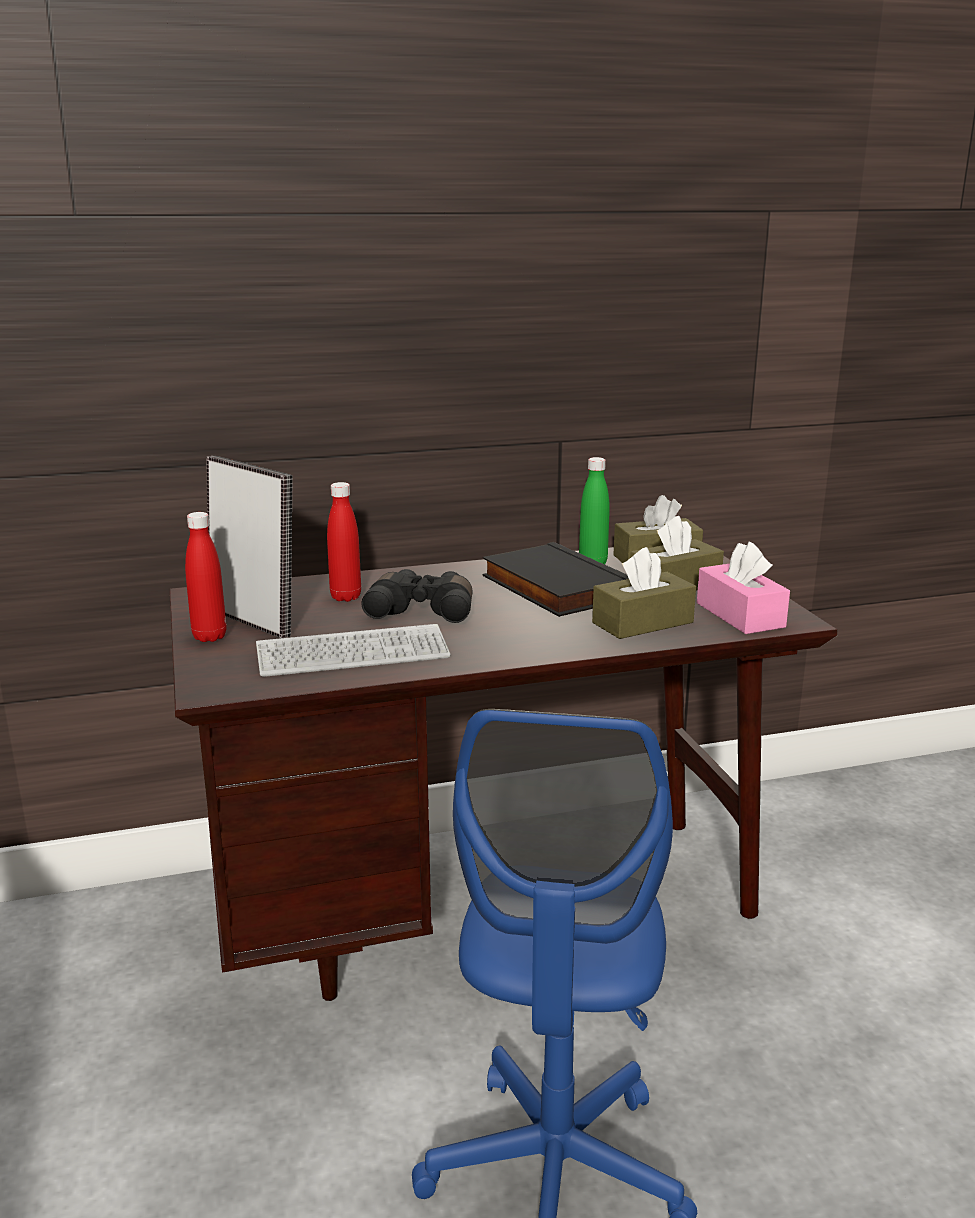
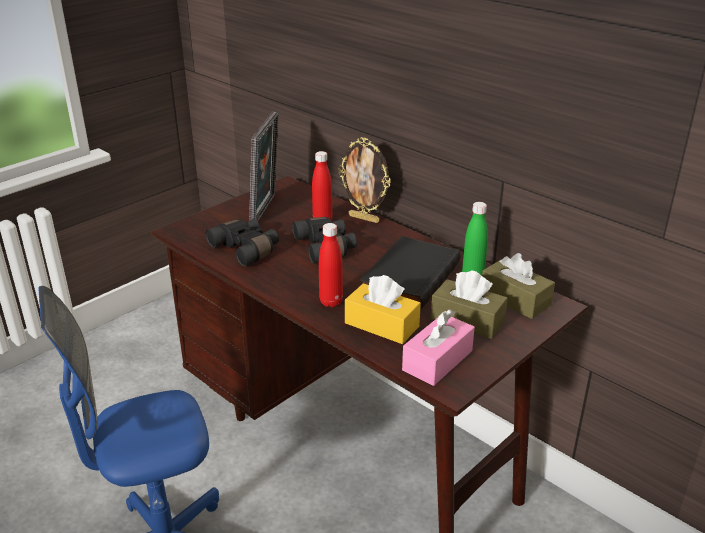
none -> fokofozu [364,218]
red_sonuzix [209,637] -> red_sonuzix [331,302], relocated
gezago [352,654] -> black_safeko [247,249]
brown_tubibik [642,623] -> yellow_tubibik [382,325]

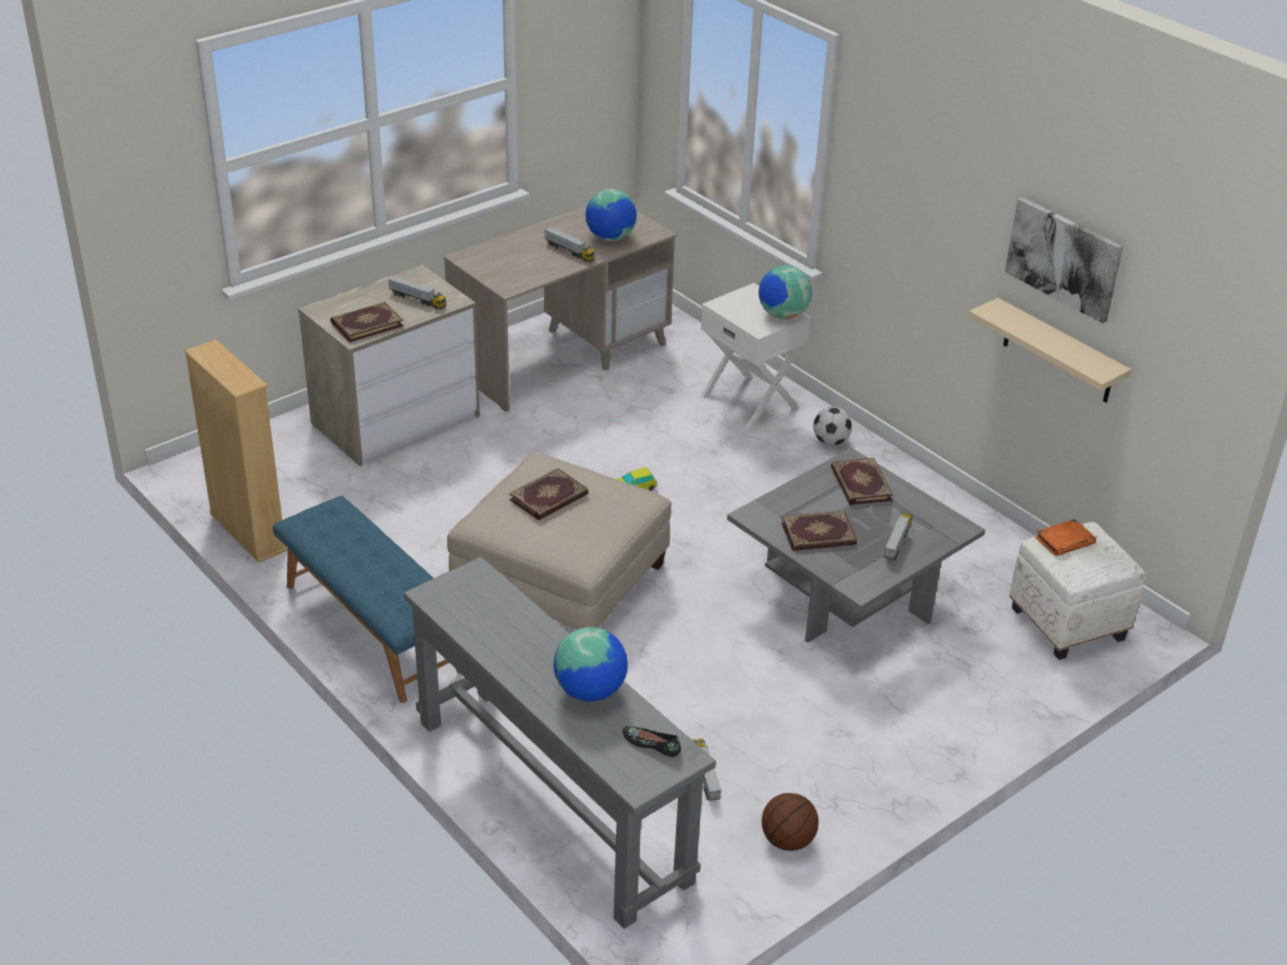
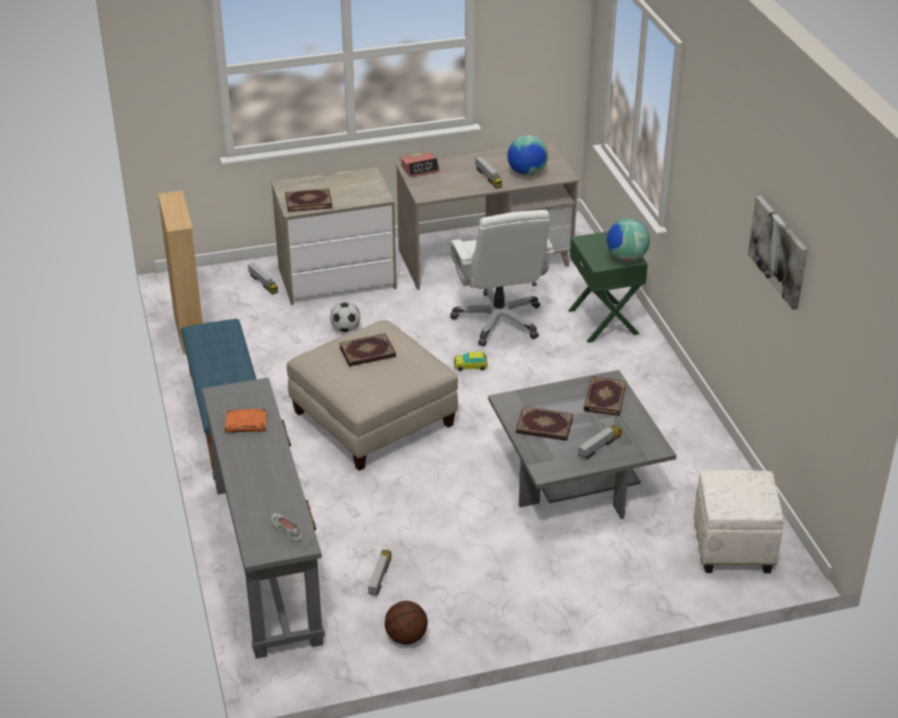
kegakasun [591,691] -> none
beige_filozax [1058,352] -> none
none -> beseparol [420,169]
none -> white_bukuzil [499,321]
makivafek [417,300] -> makivafek [263,283], relocated
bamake [830,441] -> bamake [345,329], relocated
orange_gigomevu [1065,541] -> orange_gigomevu [247,423], relocated
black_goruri [651,744] -> white_goruri [287,529]
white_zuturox [750,400] -> green_zuturox [604,321]

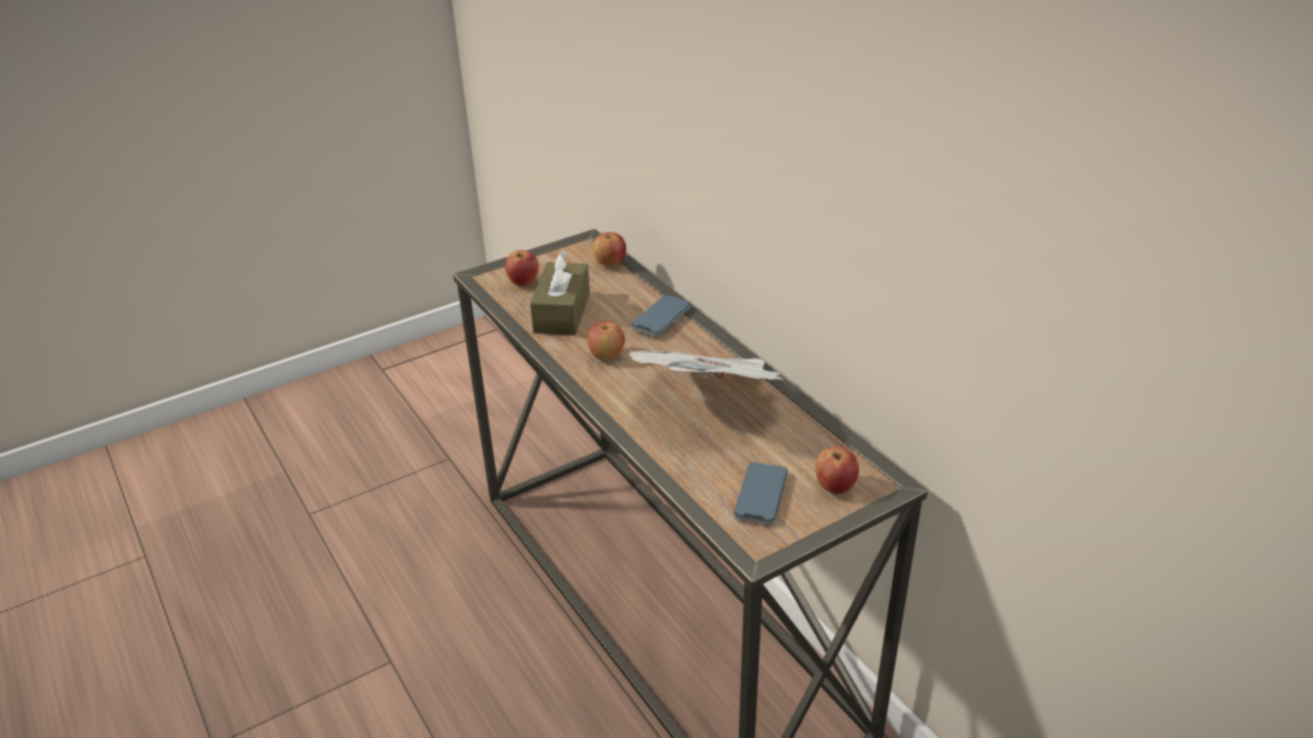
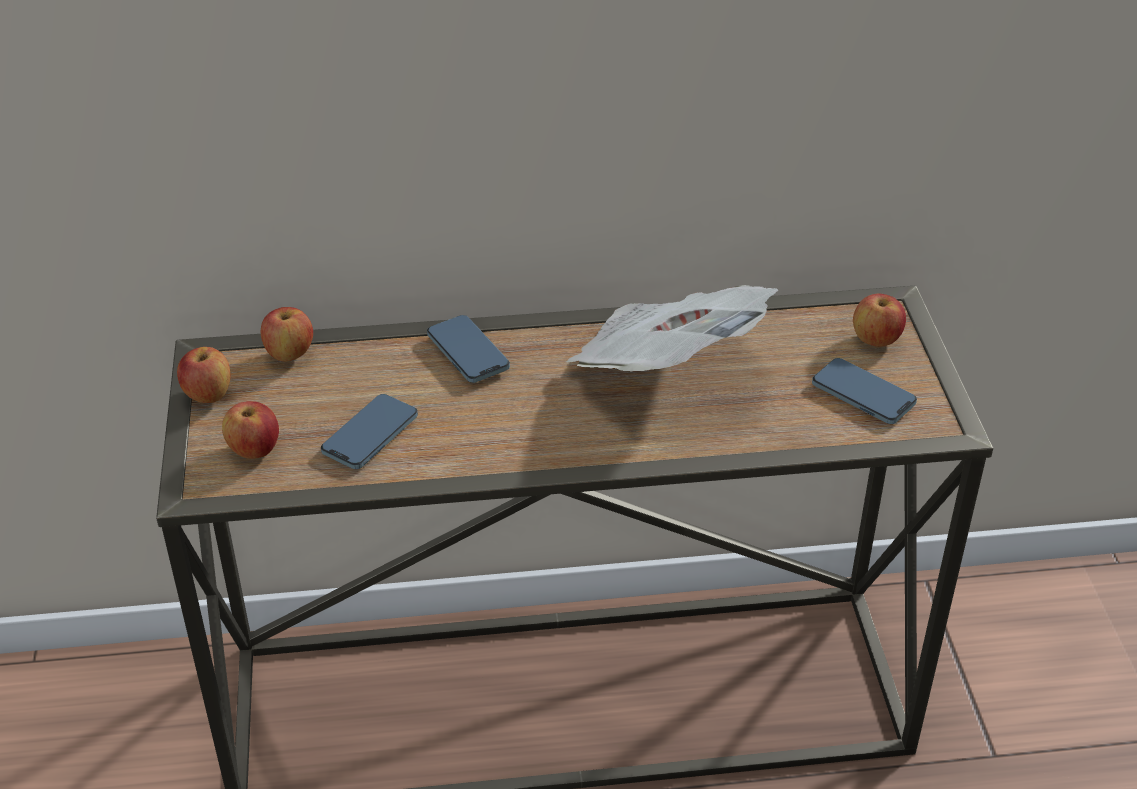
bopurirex [606,355] -> bopurirex [208,395], relocated
brown_tubibik [562,312] -> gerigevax [370,435]

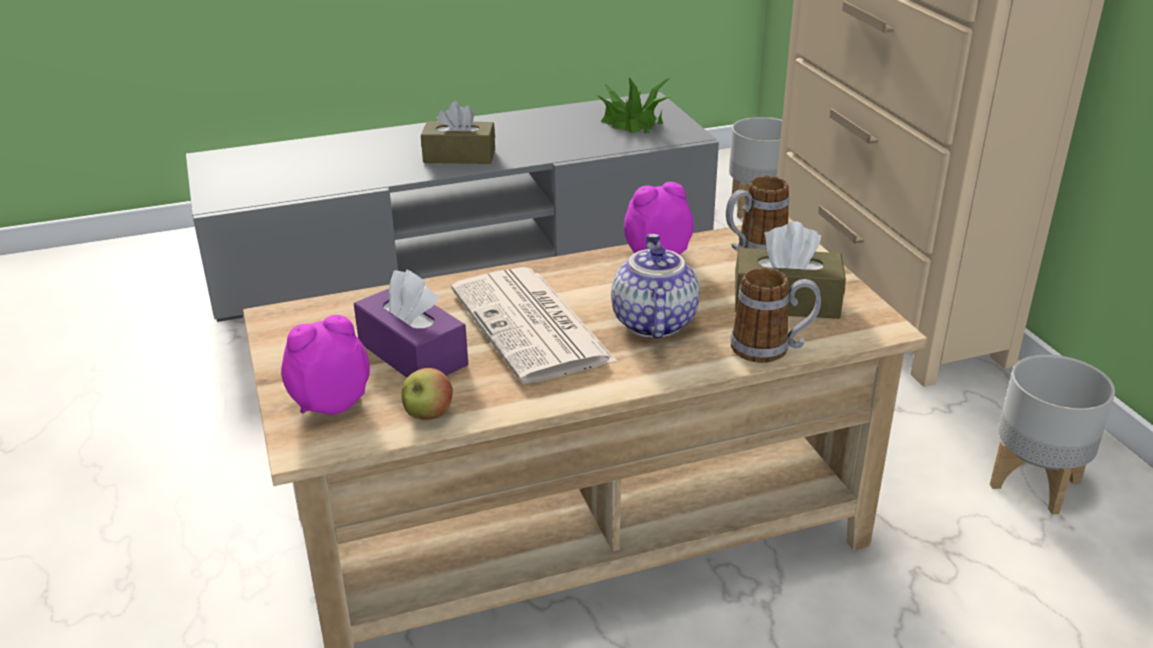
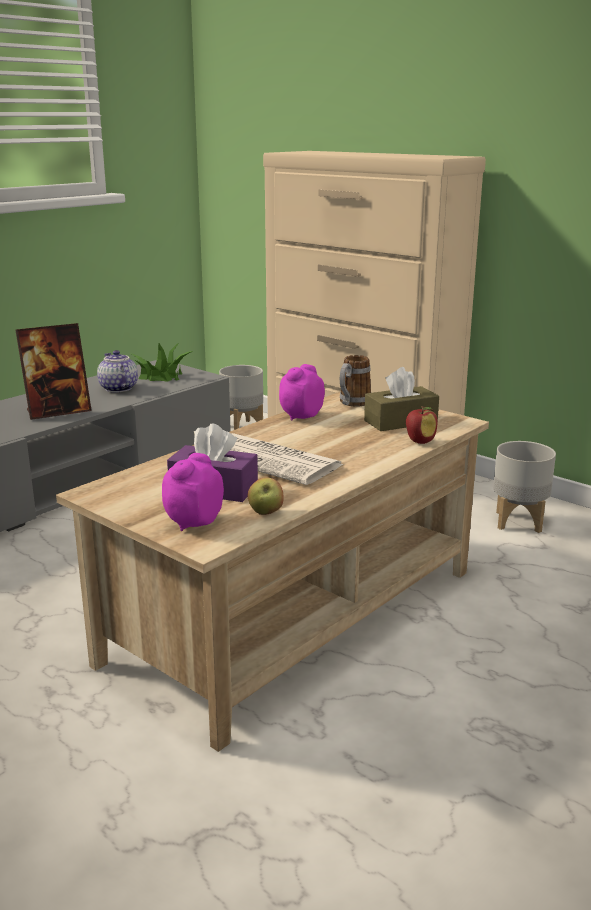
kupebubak [651,322] -> kupebubak [117,388], relocated
brown_tubibik [459,156] -> fokofozu [58,412]
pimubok [771,349] -> bopurirex [420,441]

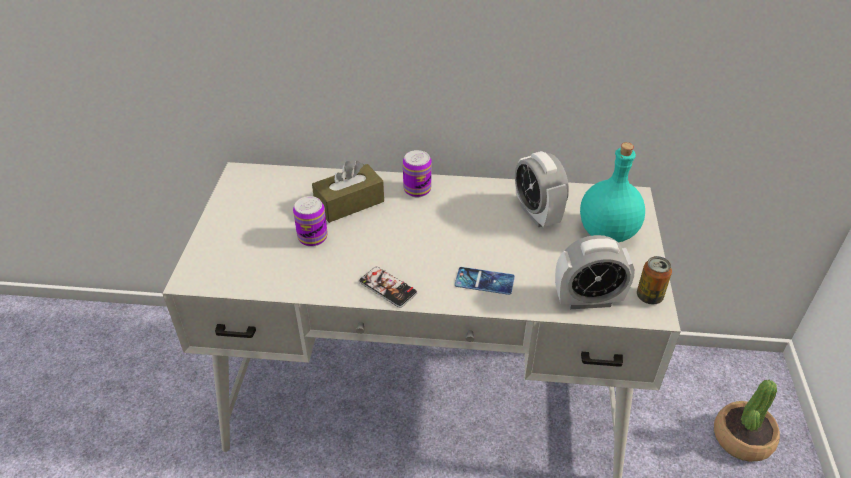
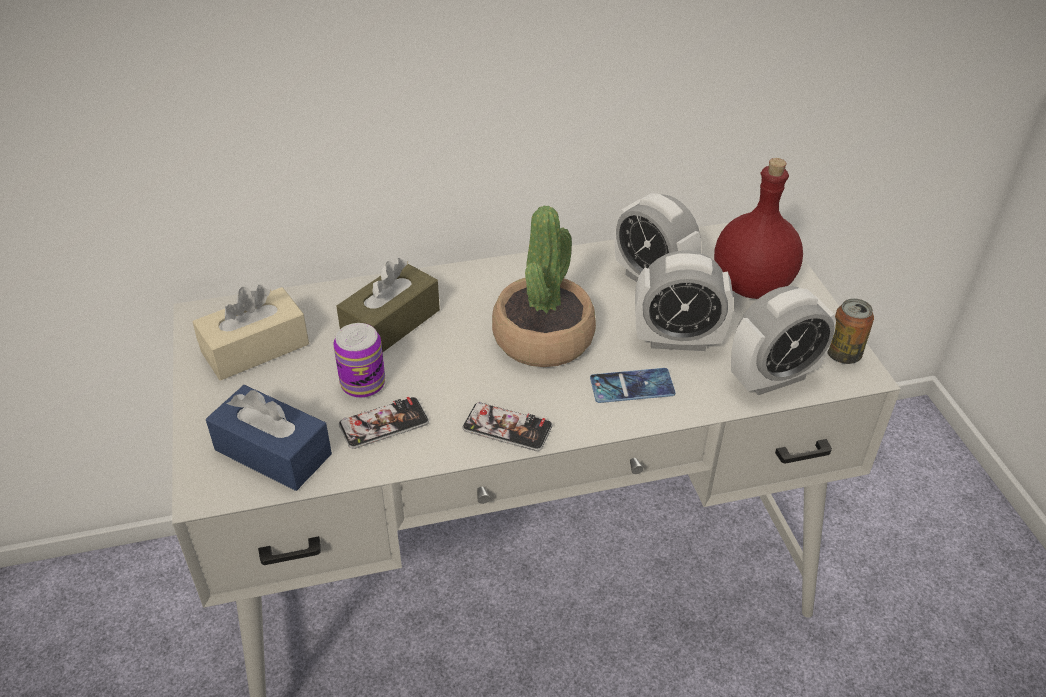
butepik [417,189] -> none
none -> beige_tubibik [255,348]
none -> blue_tubibik [273,452]
none -> gerigevax [384,424]
none -> beseparol [677,340]
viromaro [742,438] -> viromaro [543,338], relocated
turquoise_sonuzix [607,233] -> red_sonuzix [752,286]

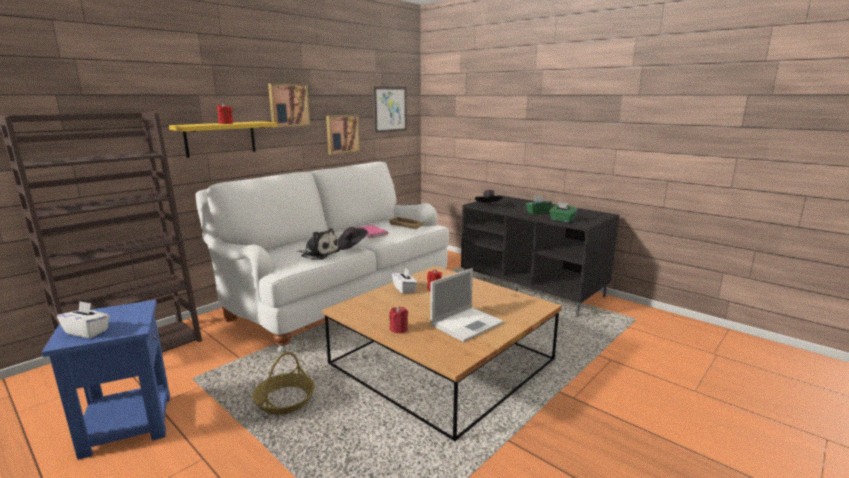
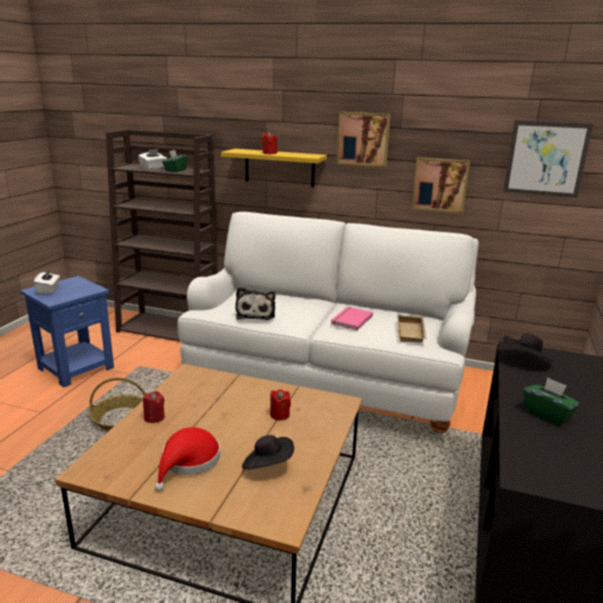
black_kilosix [351,246] -> black_kilosix [268,465], relocated
white_tubibik [404,289] -> white_tubibik [153,168], relocated
green_tubibik [562,220] -> green_tubibik [175,170], relocated
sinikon [467,323] -> red_kilosix [188,461]

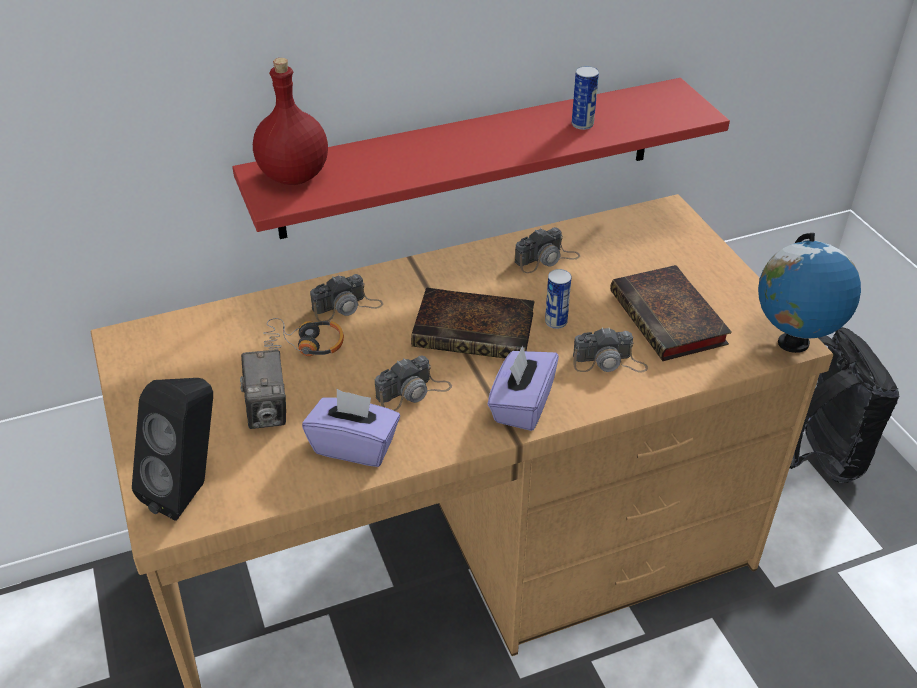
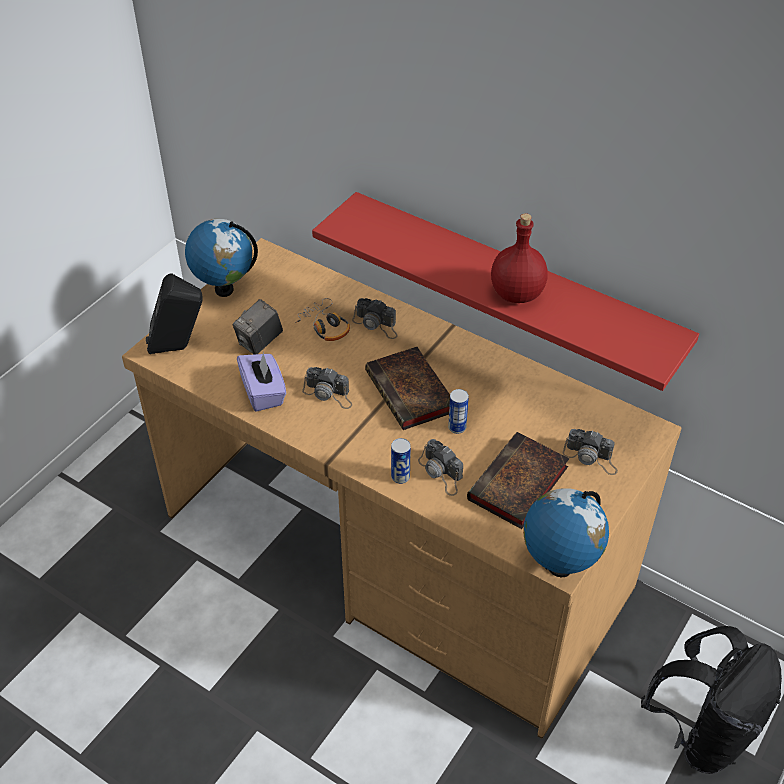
purple_tubibik [521,405] -> none
none -> kegakasun [224,289]
red_sonuzix [295,175] -> red_sonuzix [518,294], relocated
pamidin [547,259] -> pamidin [591,458], relocated
butepik [582,124] -> butepik [400,477], relocated

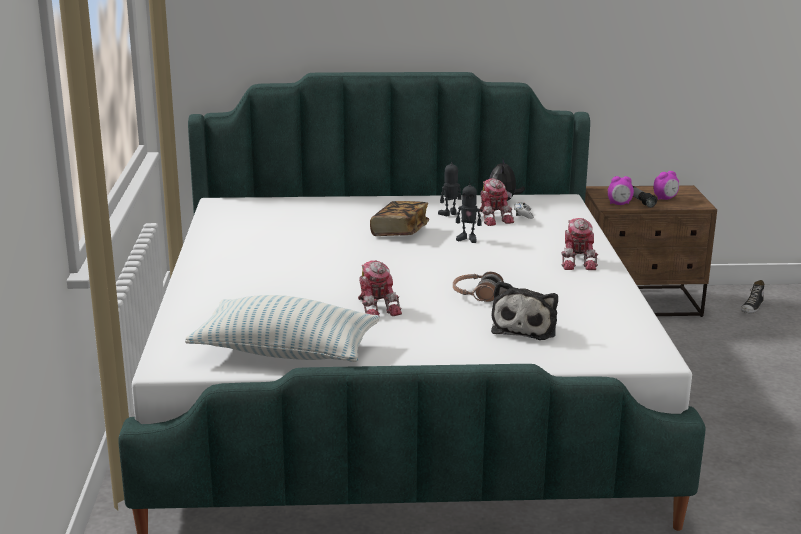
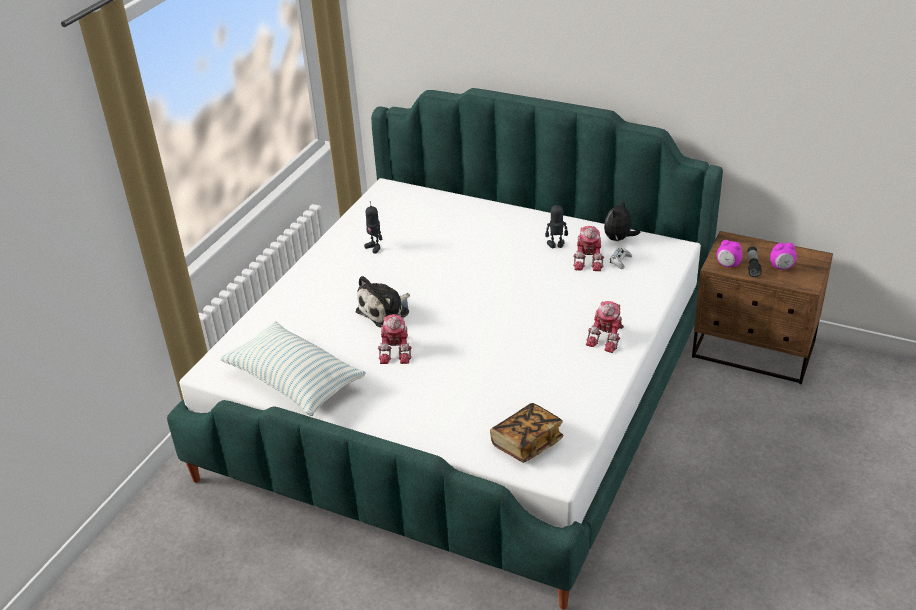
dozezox [477,295] -> none
goruri [752,308] -> none
gigomevu [399,232] -> gigomevu [526,443], relocated
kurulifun [467,239] -> kurulifun [374,247], relocated
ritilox [525,327] -> ritilox [385,311], relocated

